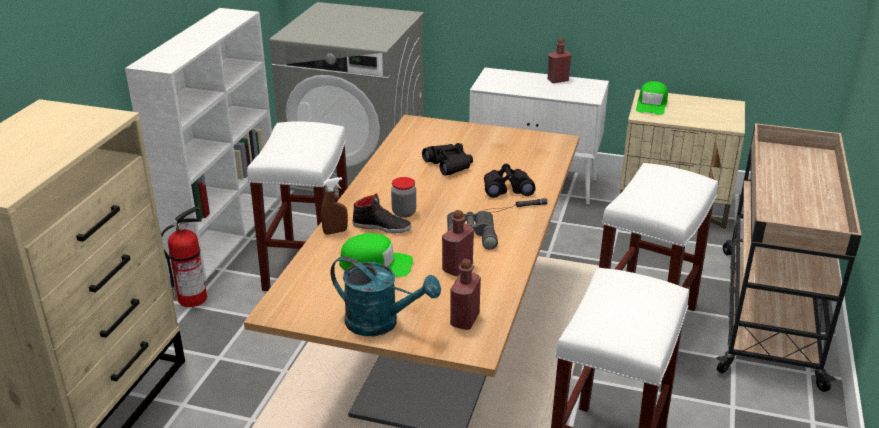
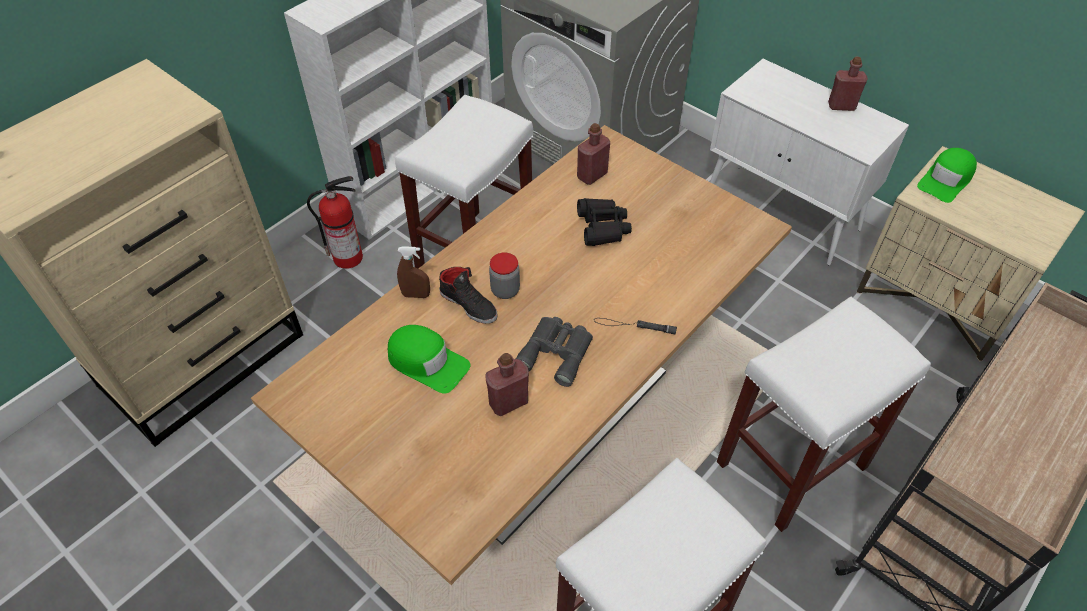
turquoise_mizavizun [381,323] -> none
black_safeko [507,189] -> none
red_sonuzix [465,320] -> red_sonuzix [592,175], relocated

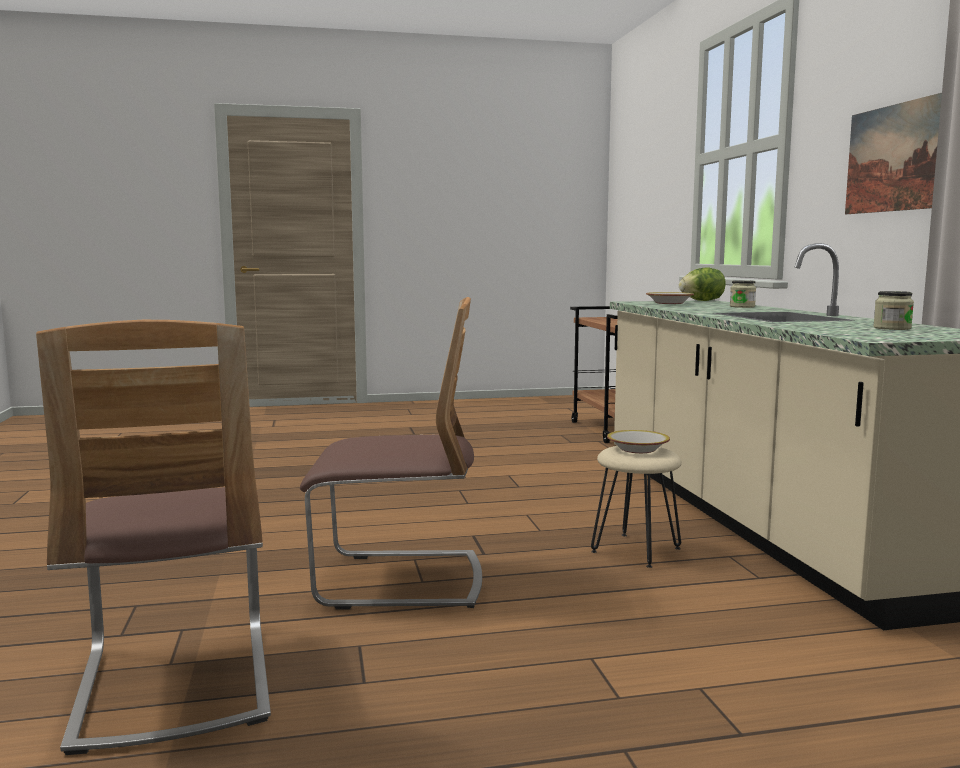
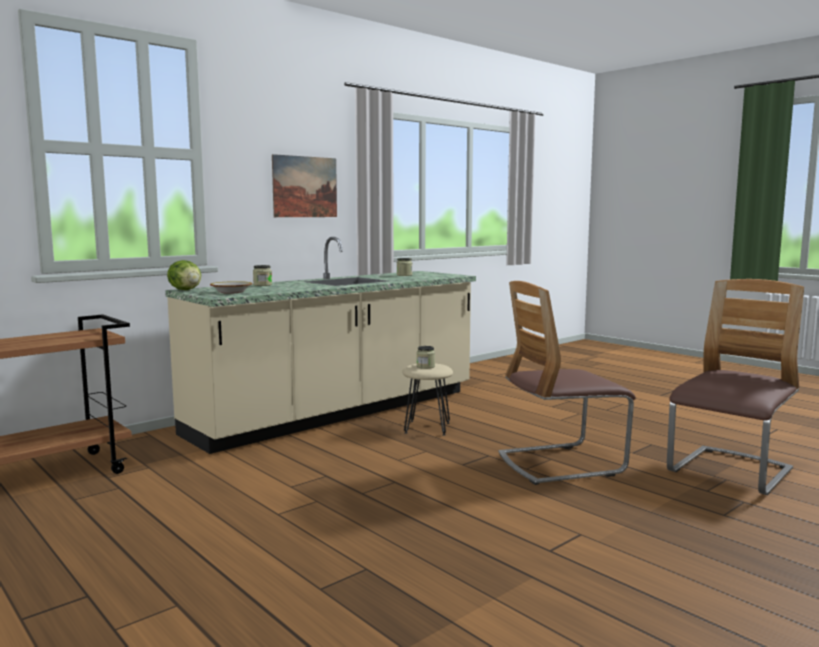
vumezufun [637,449] -> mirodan [425,366]
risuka [399,580] -> risuka [560,464], 75 degrees counterclockwise

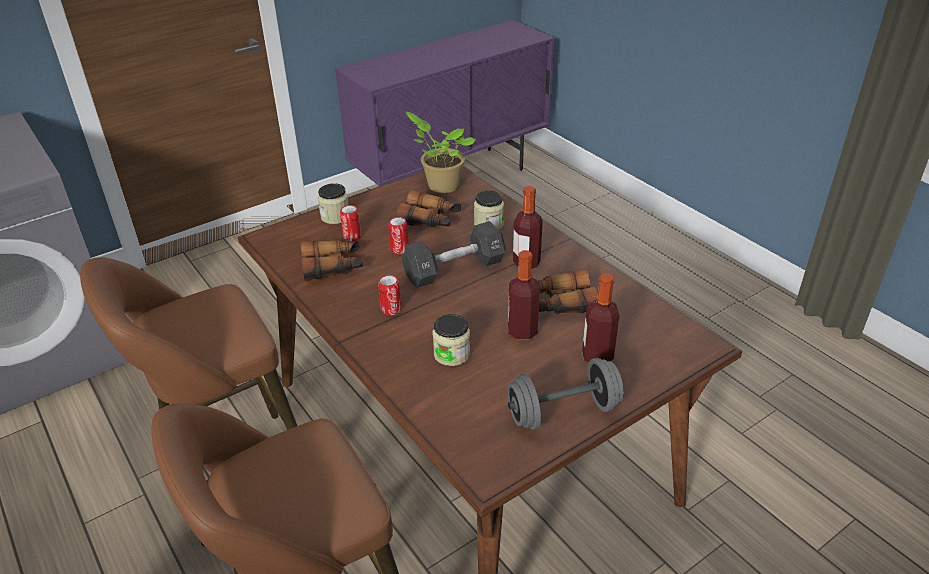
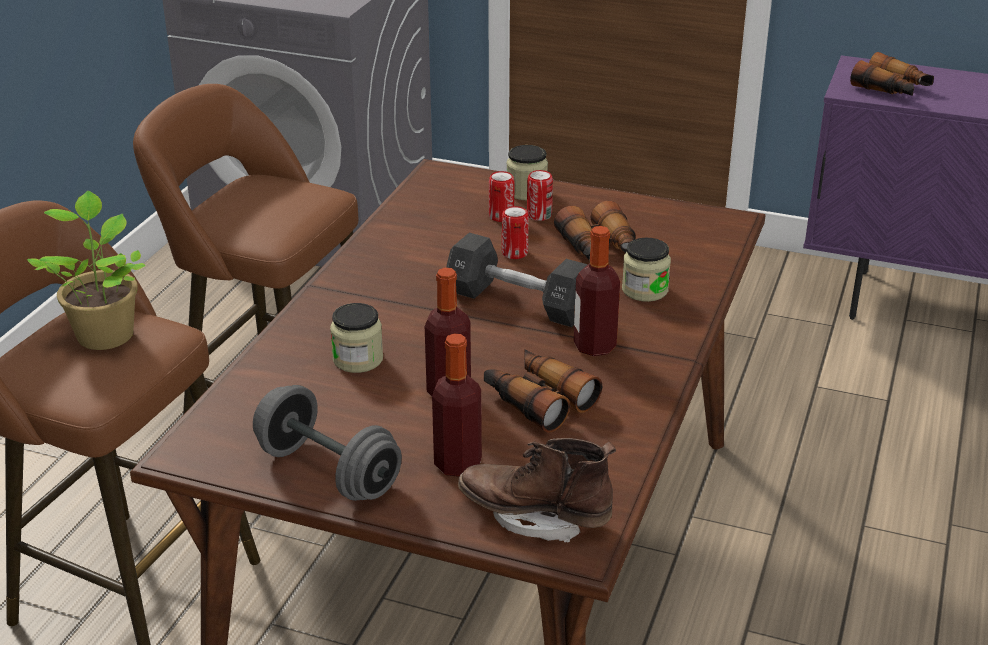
none -> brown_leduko [535,517]
safeko [333,267] -> safeko [892,89], relocated
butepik [391,309] -> butepik [539,215], relocated
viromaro [441,185] -> viromaro [105,333], relocated

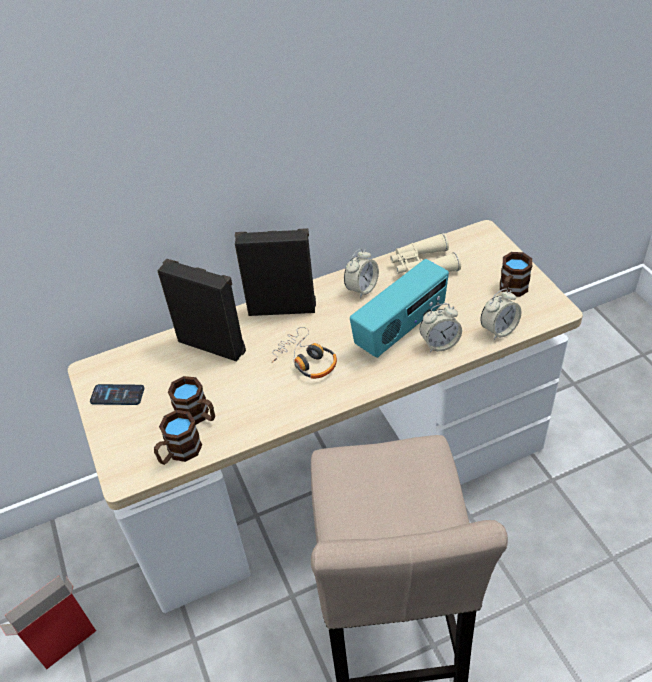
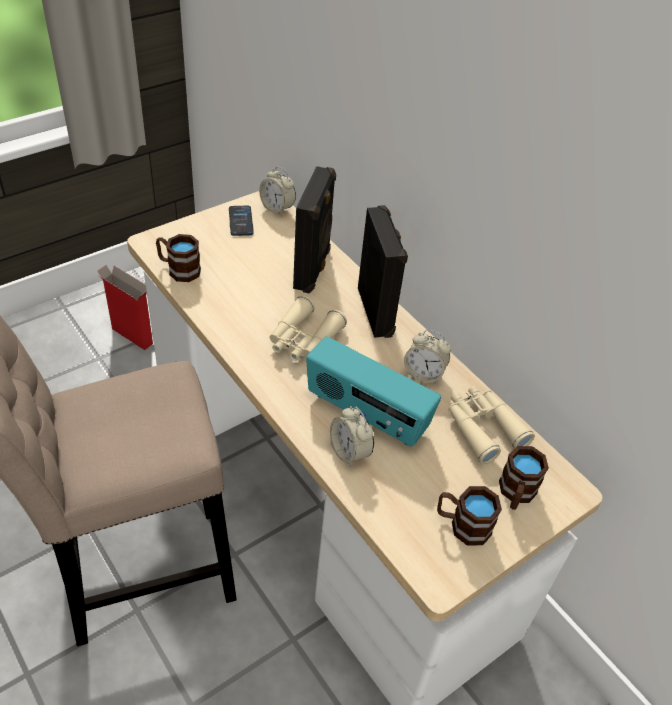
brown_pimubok [198,415] -> brown_pimubok [516,494], relocated
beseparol [498,330] -> beseparol [277,208], relocated
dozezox [306,360] -> beige_safeko [303,339]

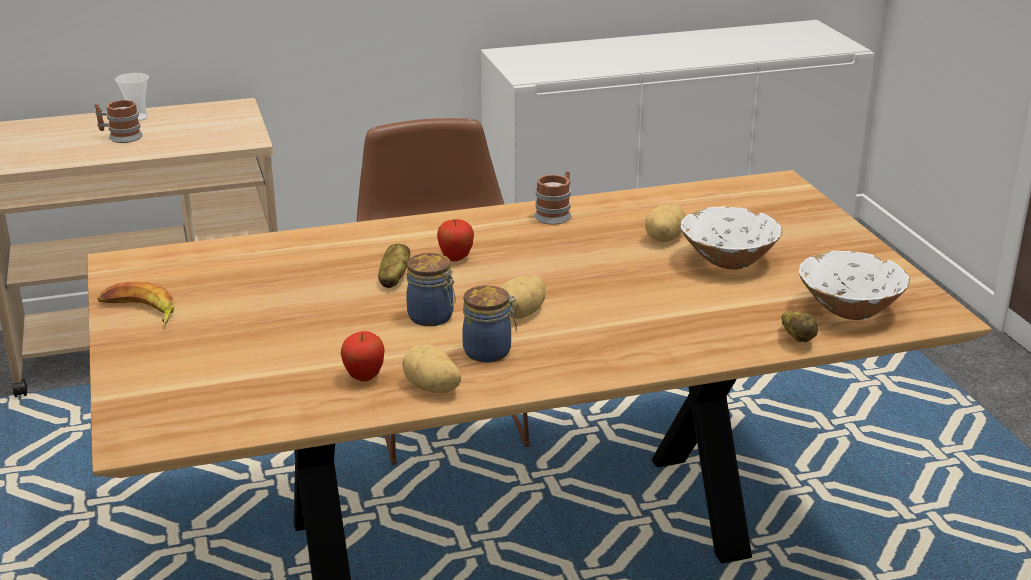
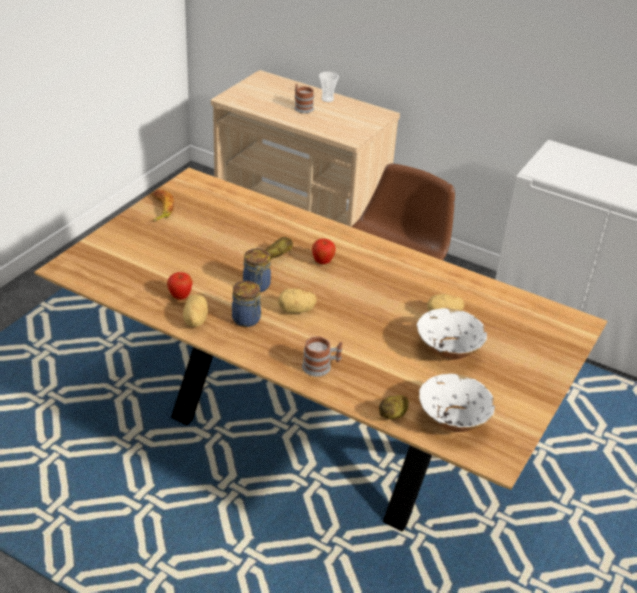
pimubok [556,214] -> pimubok [321,366], relocated

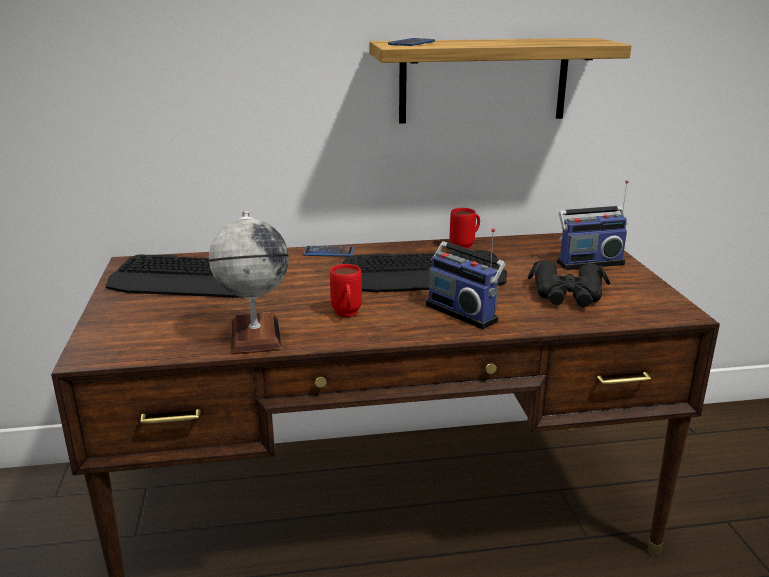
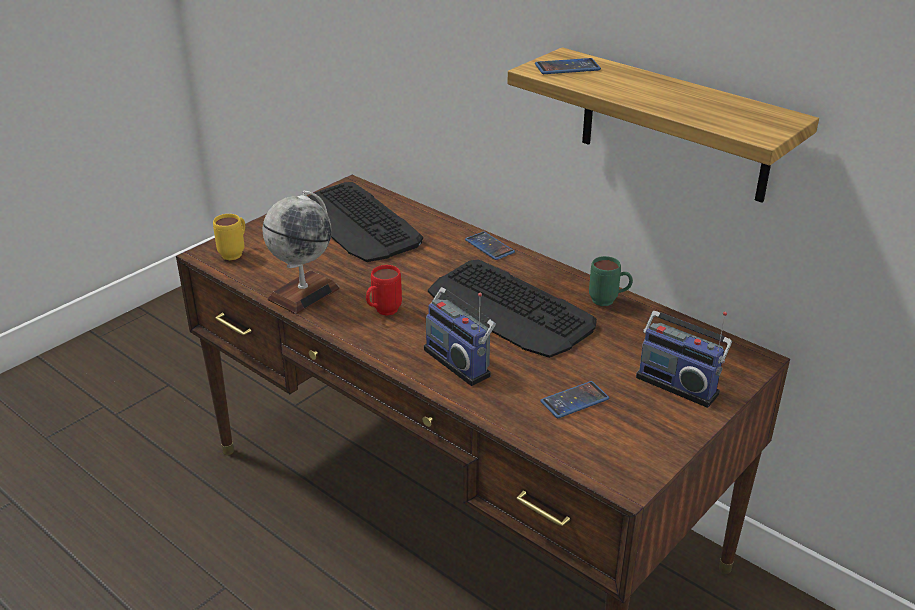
none -> yellow_pimubok [235,253]
black_safeko [567,295] -> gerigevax [574,400]
red_pimubok [465,246] -> green_pimubok [608,301]
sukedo [463,312] -> sukedo [460,361], 45 degrees counterclockwise

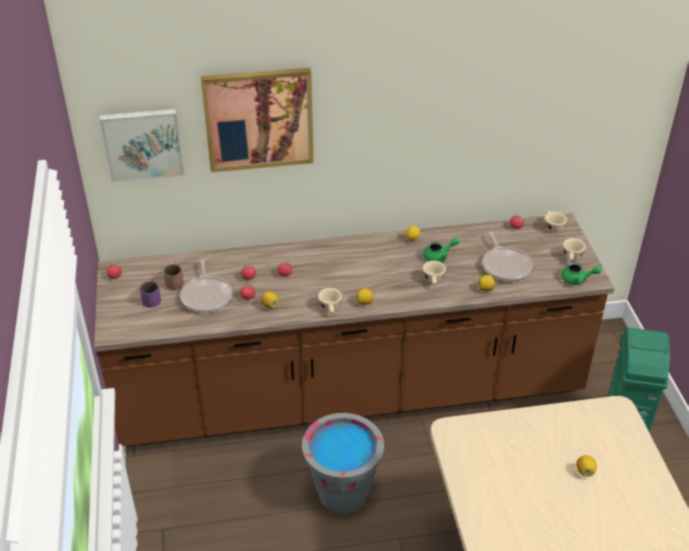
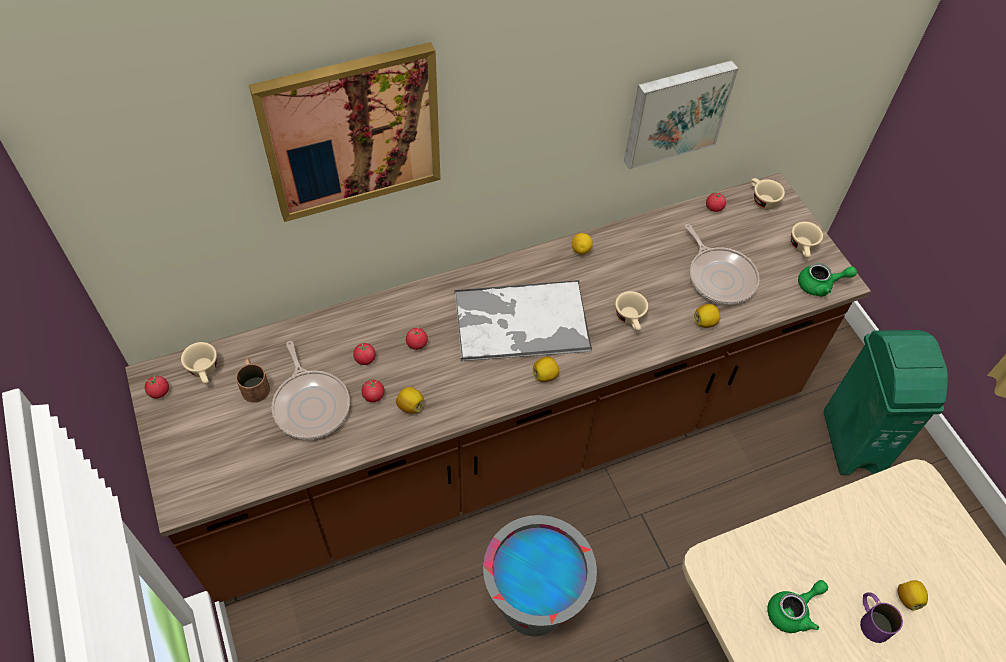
none -> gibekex [520,322]
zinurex [143,143] -> zinurex [676,112], relocated
purple_pimubok [151,297] -> purple_pimubok [871,619], relocated
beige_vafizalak [331,309] -> beige_vafizalak [205,372], relocated
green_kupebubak [439,257] -> green_kupebubak [793,611], relocated

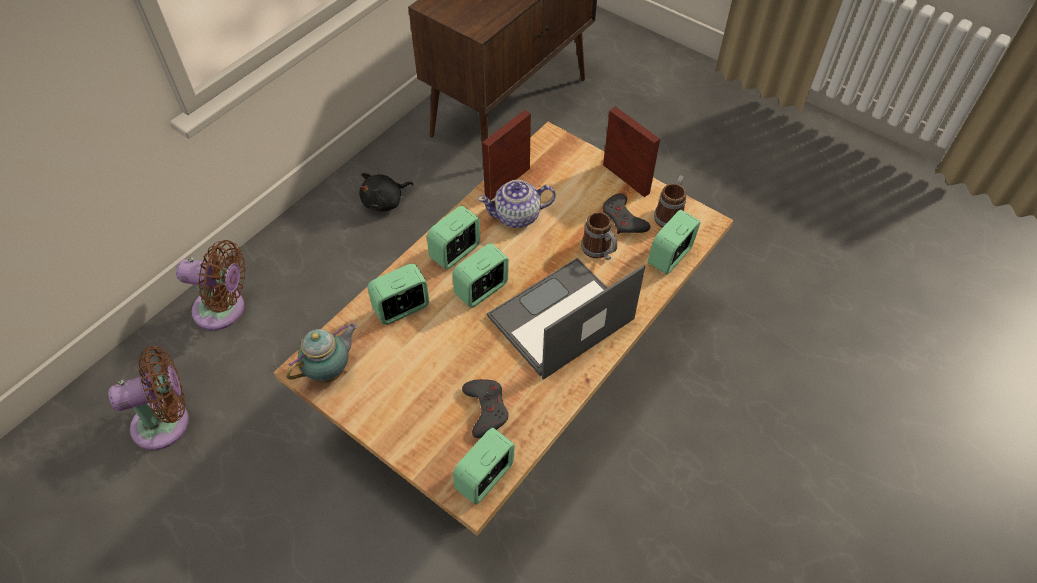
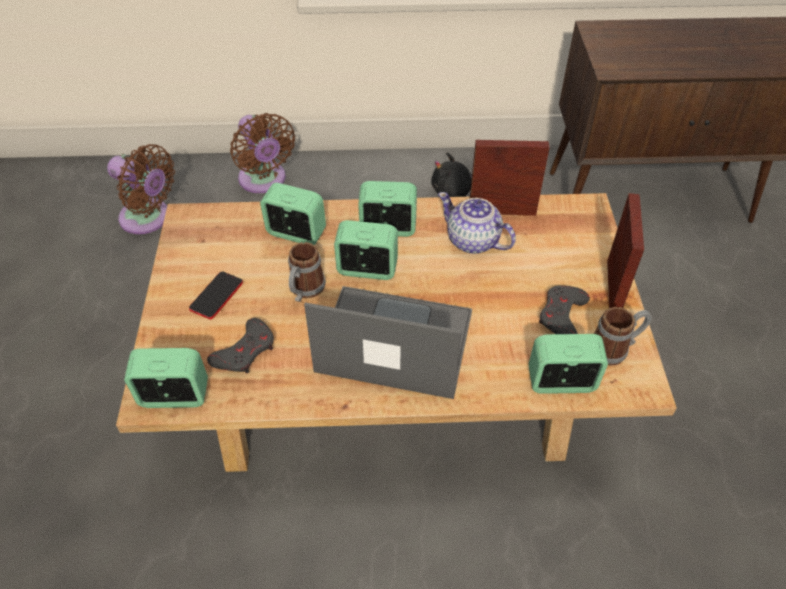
kupebubak [331,370] -> none
none -> gerigevax [216,296]
pimubok [599,251] -> pimubok [304,291], relocated

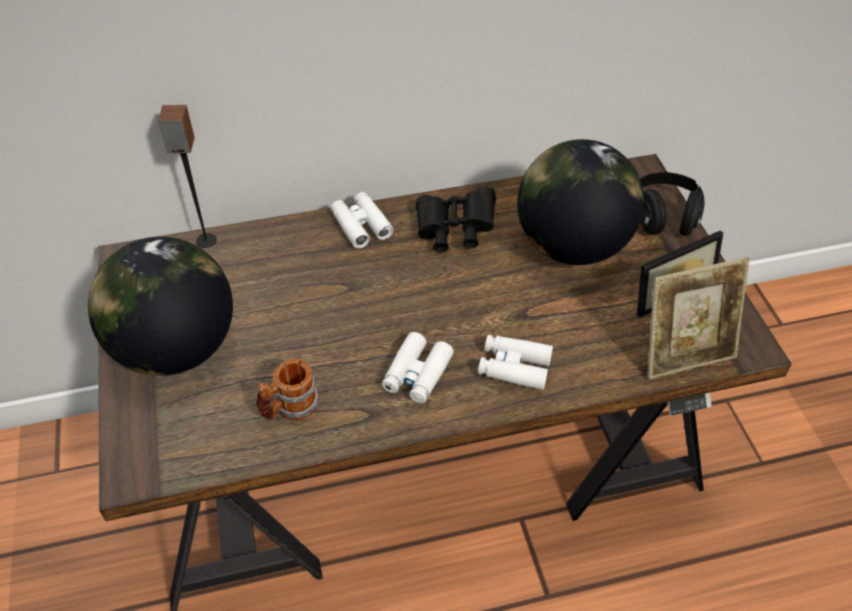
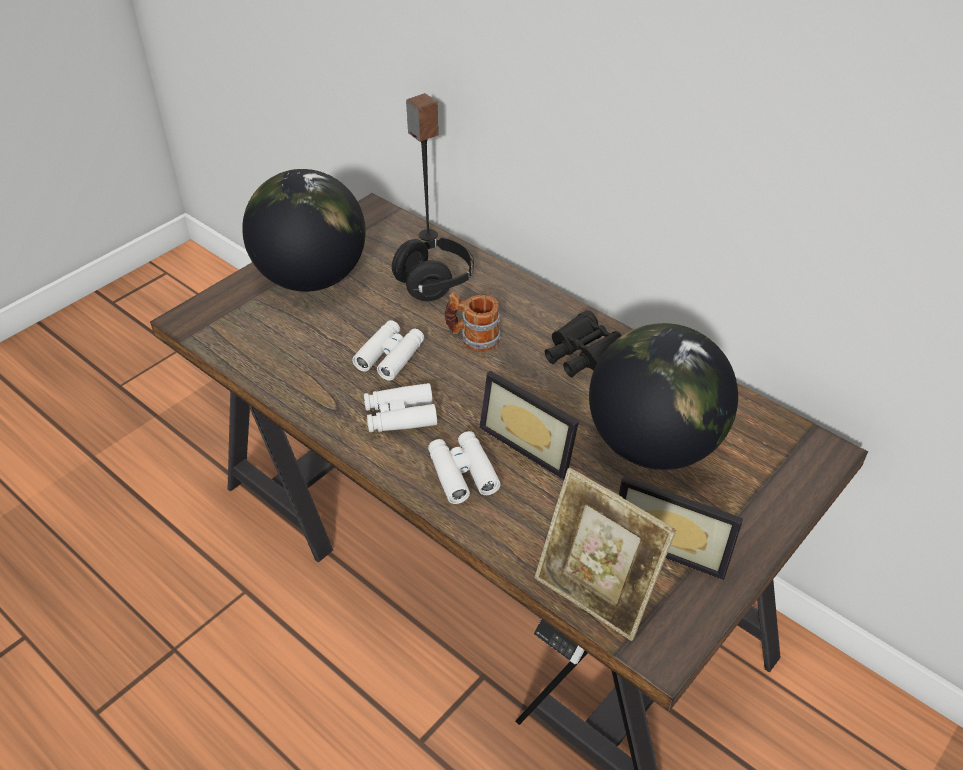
none -> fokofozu [532,442]
pimubok [289,408] -> pimubok [473,338], relocated
white_safeko [361,225] -> white_safeko [390,356], relocated
black_dozezox [664,217] -> black_dozezox [435,283], relocated

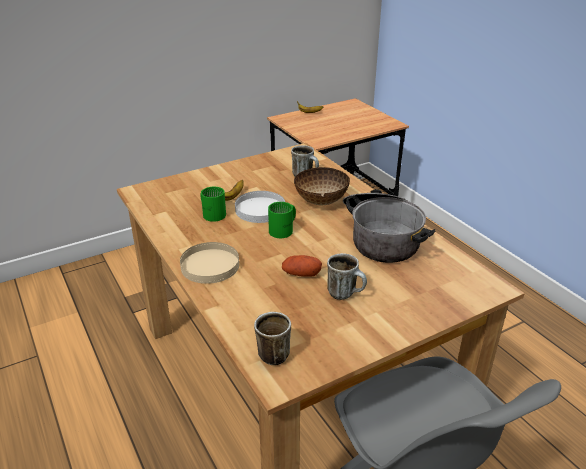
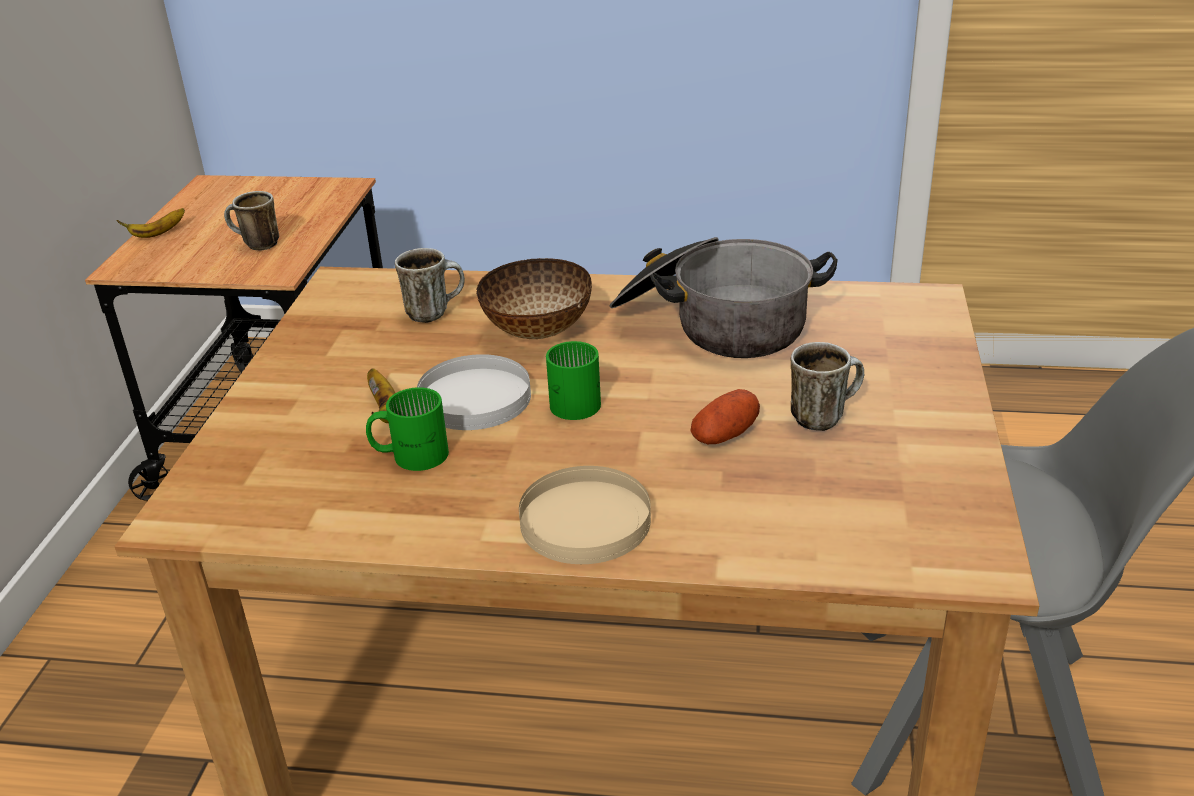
pimubok [269,353] -> pimubok [256,245], relocated

